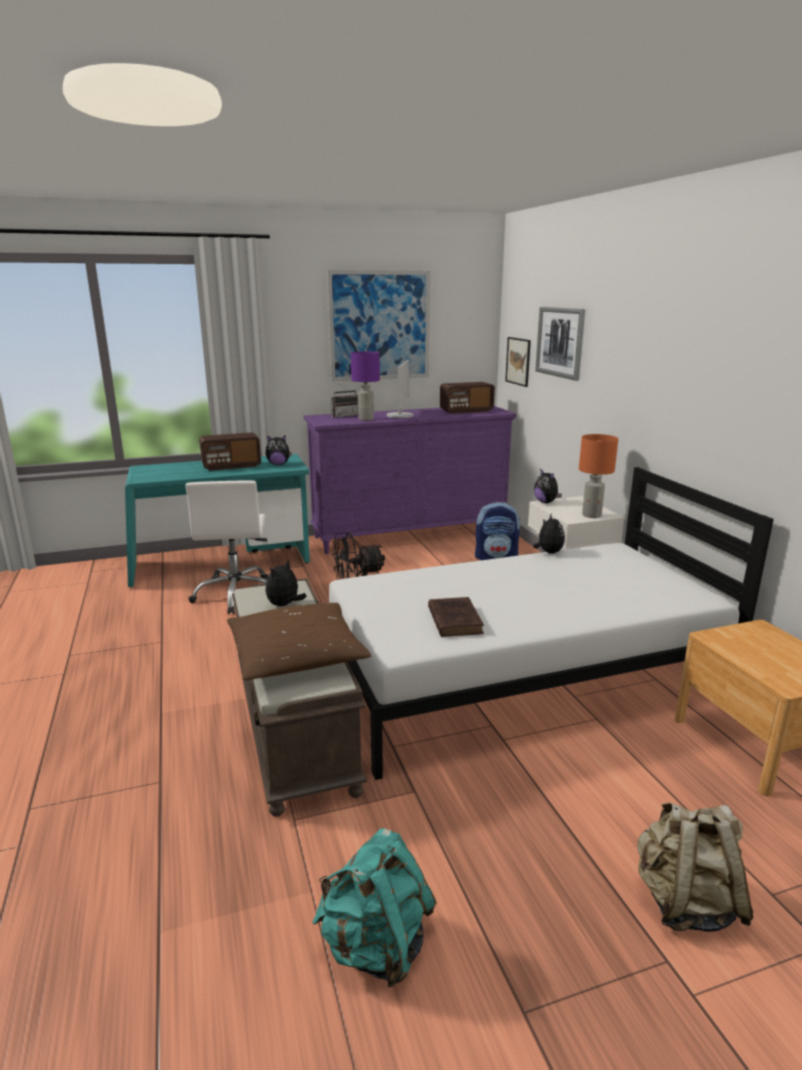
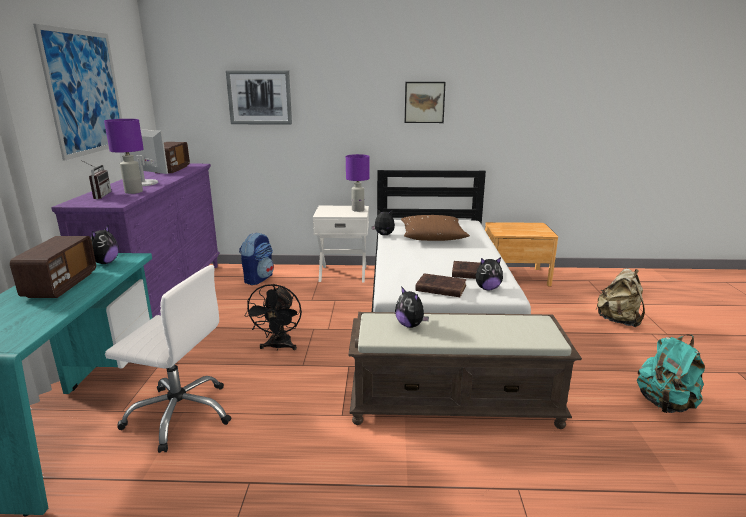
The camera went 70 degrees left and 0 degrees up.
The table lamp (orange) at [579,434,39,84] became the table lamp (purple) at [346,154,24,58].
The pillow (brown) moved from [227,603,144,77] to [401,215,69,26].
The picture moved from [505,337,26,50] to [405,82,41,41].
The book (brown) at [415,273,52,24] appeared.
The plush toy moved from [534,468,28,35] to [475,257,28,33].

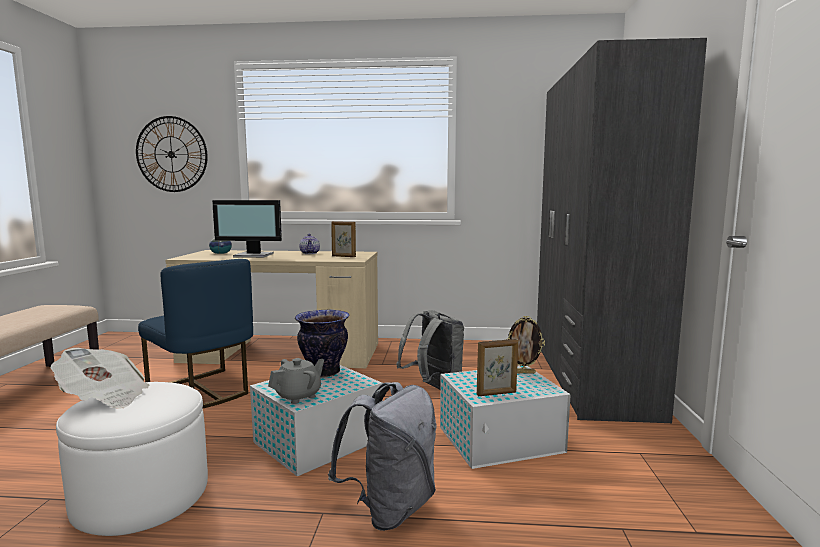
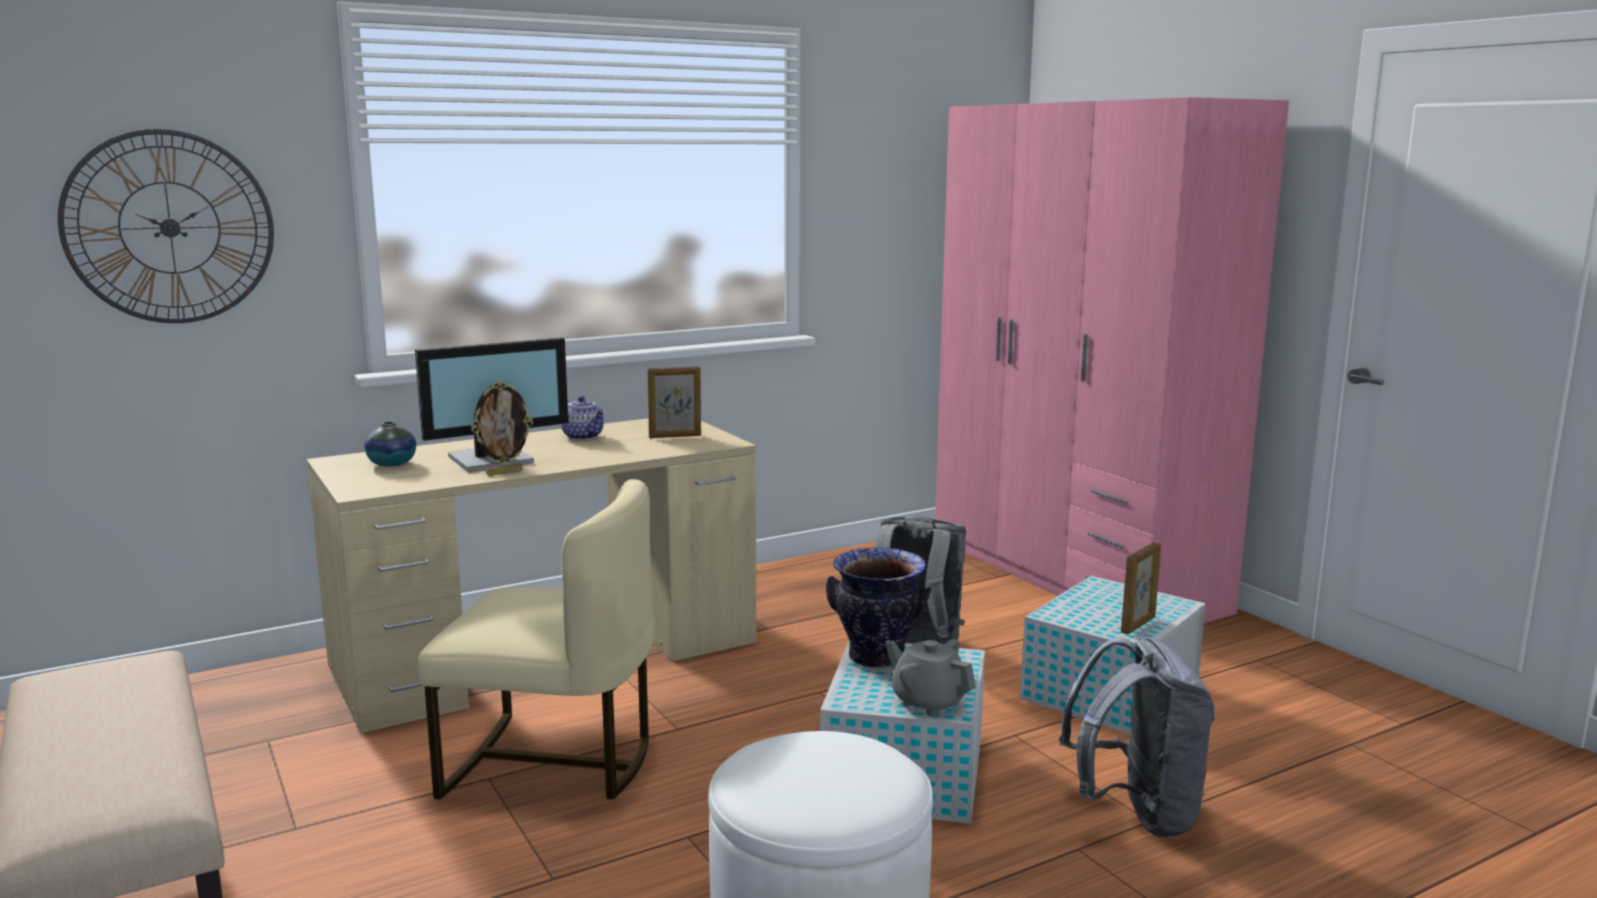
The camera went 35 degrees left and 5 degrees up.
The chair (blue) at [138,259,115,150] became the chair (beige) at [417,479,237,321].
The picture frame moved from [506,316,39,58] to [471,380,62,96].
The teapot (grey) at [268,358,56,46] turned 60 degrees counterclockwise.
The wardrobe (grey) at [537,38,170,385] became the wardrobe (pink) at [935,97,354,526].
The newspaper at [50,348,99,61] disappeared.

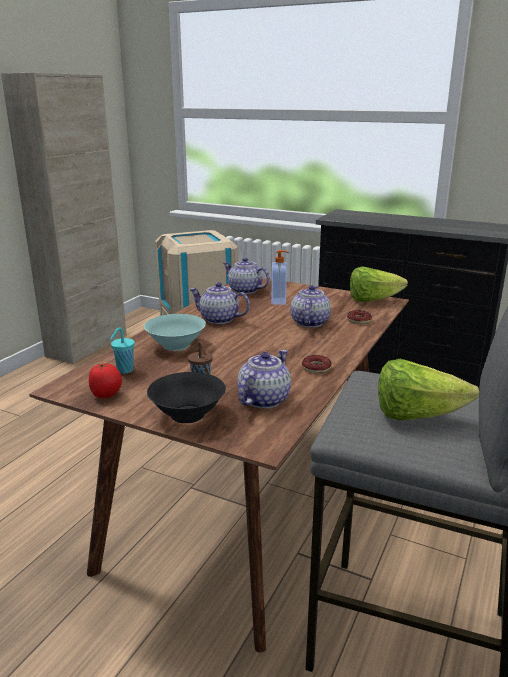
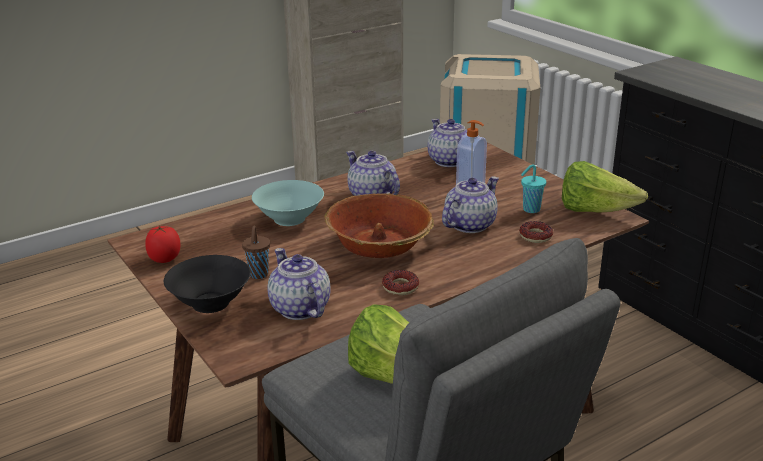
The camera went 30 degrees right and 5 degrees up.
The teapot at [237,350,54,59] turned 90 degrees counterclockwise.
The bowl at [325,193,109,65] appeared.
The cup (turquoise) moved from [110,327,25,47] to [521,164,25,49].

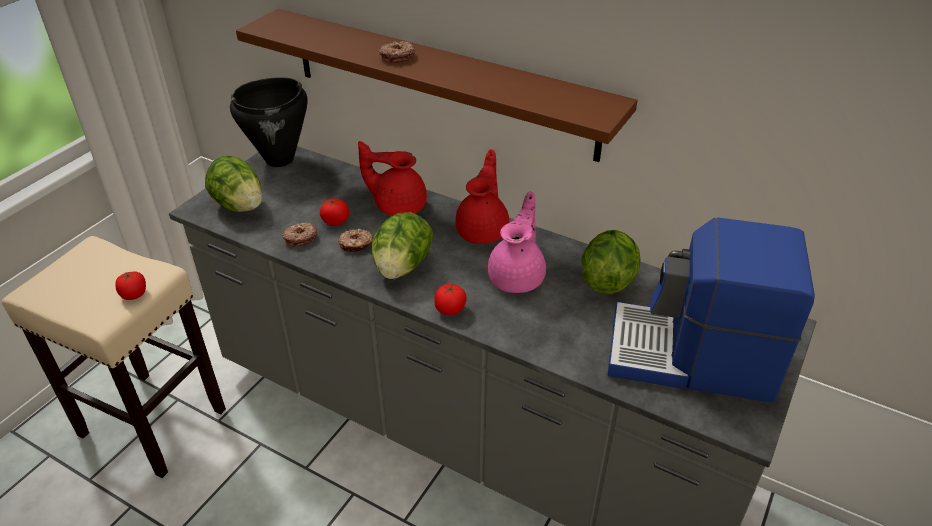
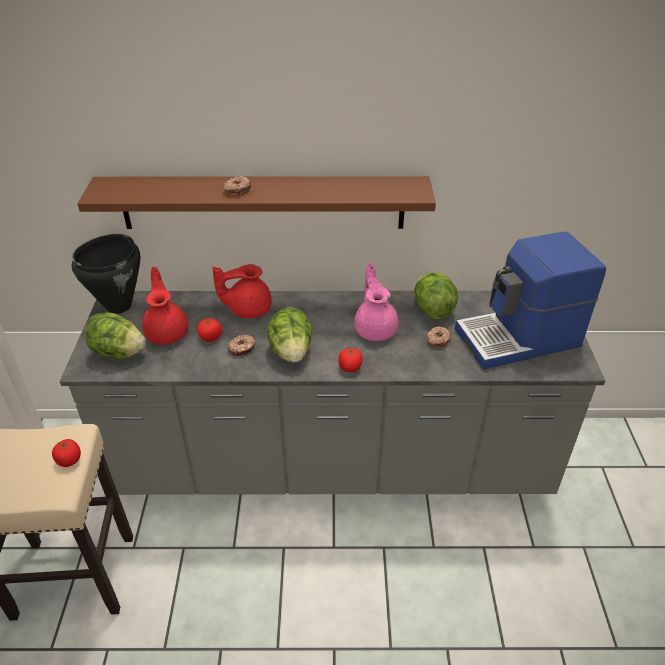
The camera went 30 degrees left and 0 degrees up.
The teapot (red) moved from [455,149,54,95] to [142,267,46,78].
The donut moved from [282,222,35,24] to [427,326,24,22].

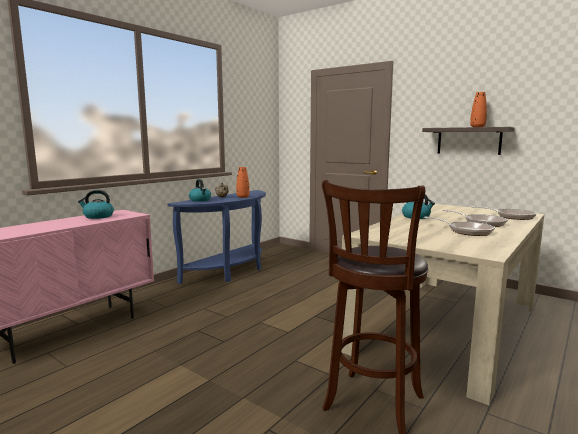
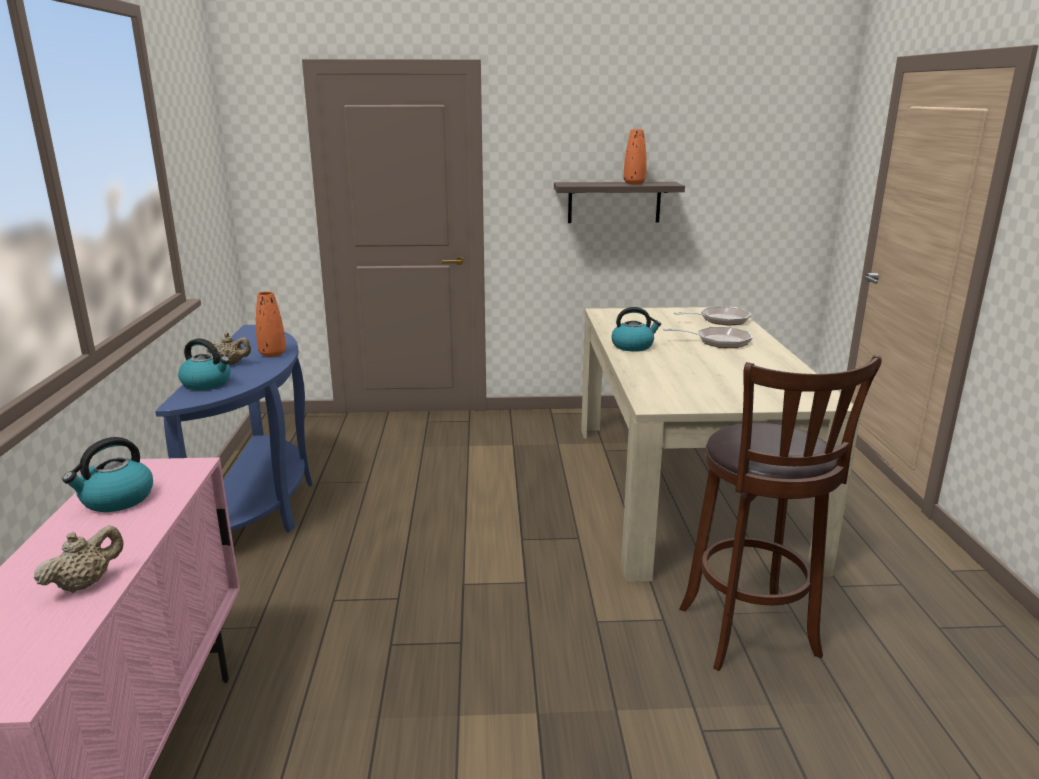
The camera went 40 degrees left and 10 degrees up.
The teapot (beige) at [34,525,89,68] appeared.
The frying pan at [424,216,71,20] disappeared.

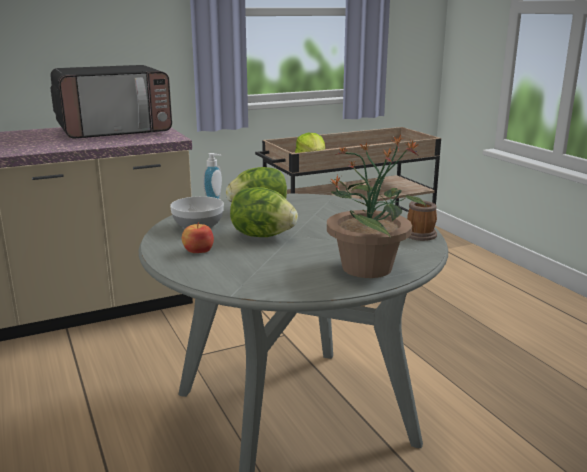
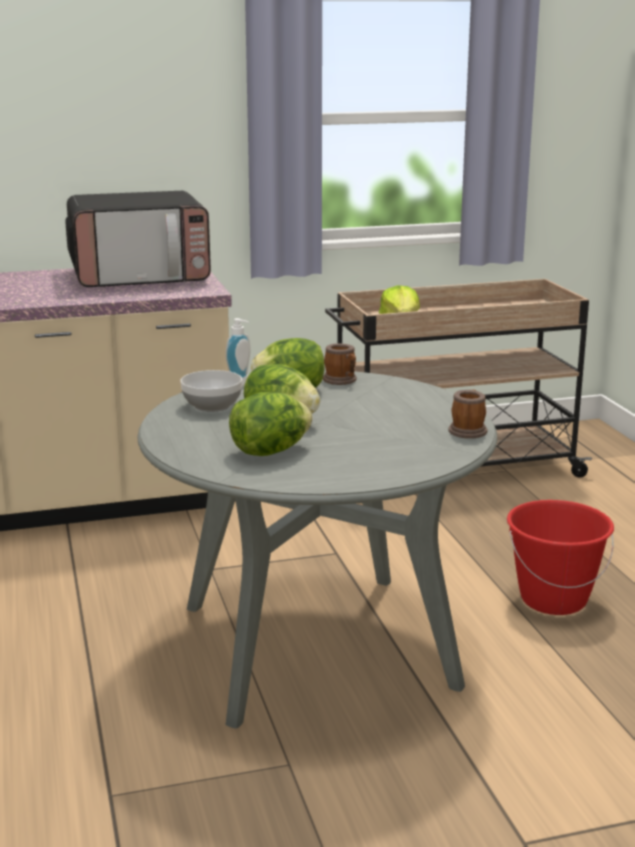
The camera went 10 degrees right and 0 degrees up.
The lettuce at [229,392,83,64] appeared.
The mug at [323,343,34,42] appeared.
The bucket (red) at [507,500,107,115] appeared.
The apple at [182,222,32,31] disappeared.
The potted plant at [327,135,100,143] disappeared.

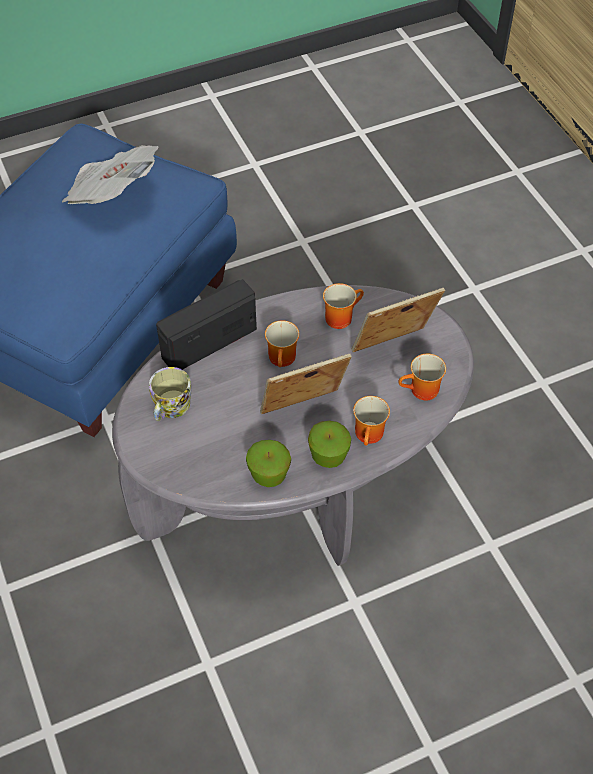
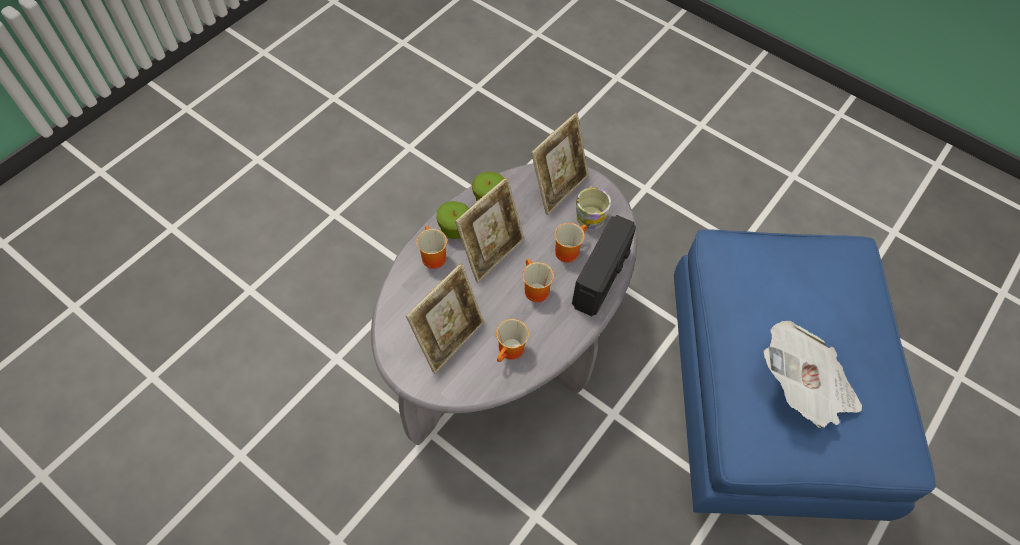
The camera went 150 degrees right and 5 degrees up.
The picture frame at [531,113,58,102] appeared.
The mug moved from [398,354,48,47] to [554,223,33,40].

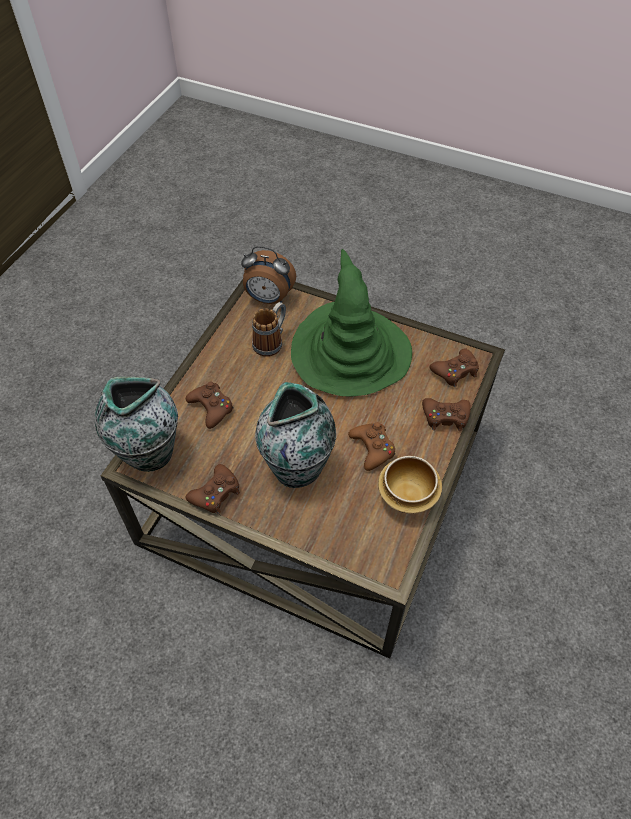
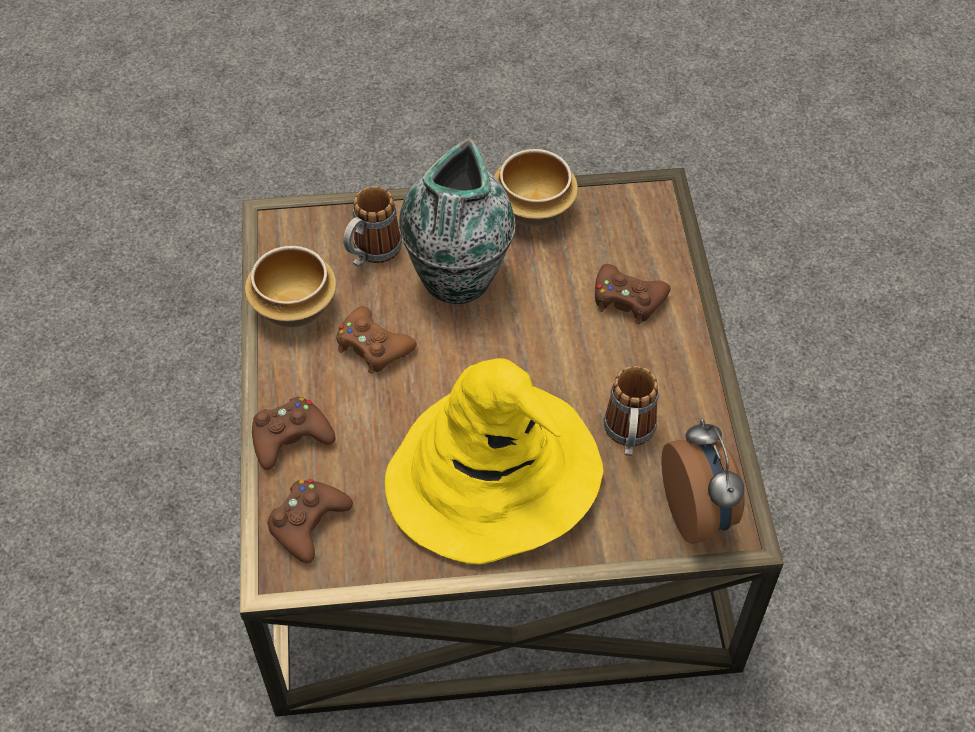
The camera went 150 degrees right and 0 degrees up.
The mug at [343,186,59,81] appeared.
The hat (green) at [291,249,121,147] became the hat (yellow) at [385,358,219,206].
The game controller (brown) at [185,464,55,50] was replaced by the bowl at [494,149,84,77].
The alarm clock at [241,246,55,58] turned 90 degrees clockwise.
The vase at [95,376,83,96] disappeared.

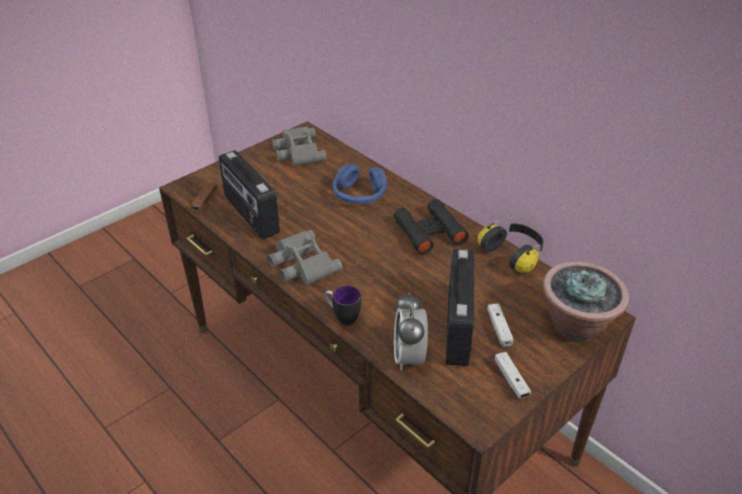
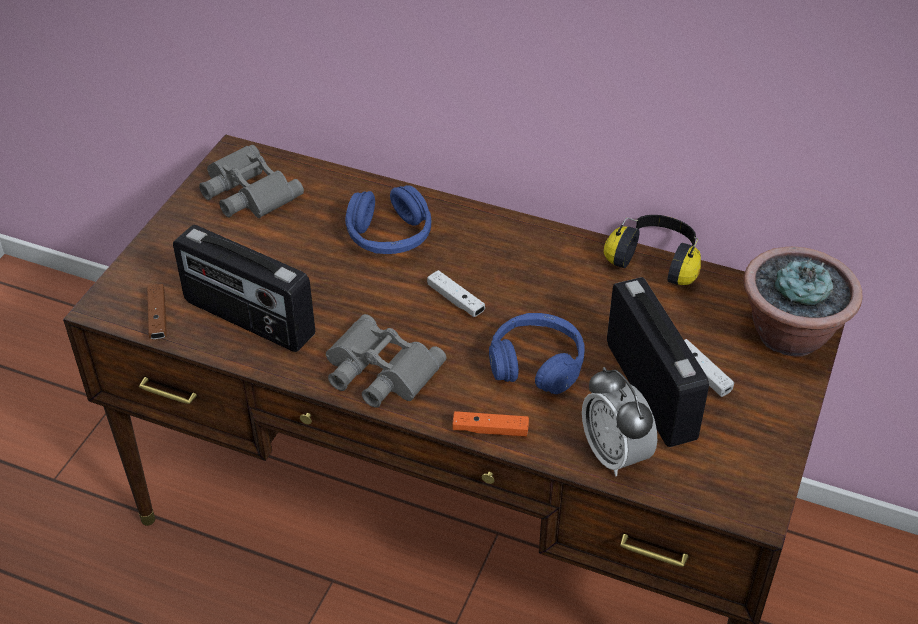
The camera went 25 degrees left and 5 degrees up.
The game controller (white) moved from [494,352,37,47] to [427,270,58,47].
The mug at [324,286,37,39] was replaced by the game controller (orange) at [452,411,77,26].
The headphones (blue) at [489,313,96,81] appeared.
The binoculars (black) at [394,199,74,56] disappeared.

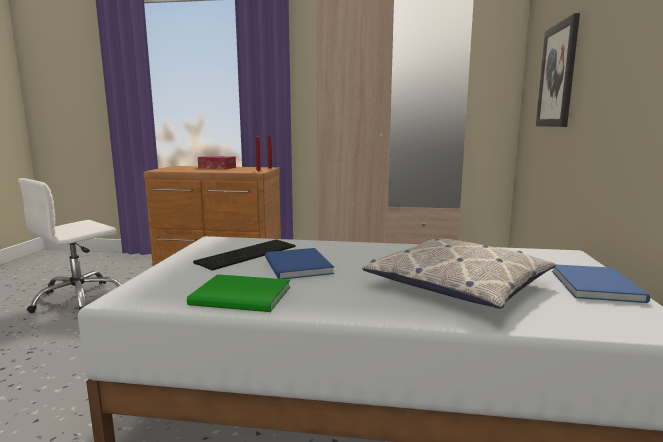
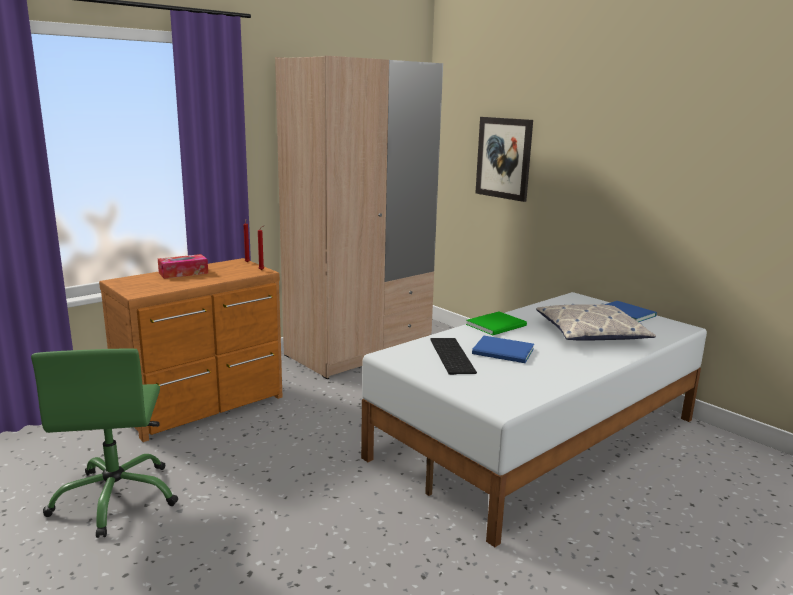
The camera went 50 degrees left and 5 degrees up.
The office chair (white) at [18,178,104,135] became the office chair (green) at [31,349,147,189].
The book (green) moved from [187,274,103,38] to [466,311,61,24].

